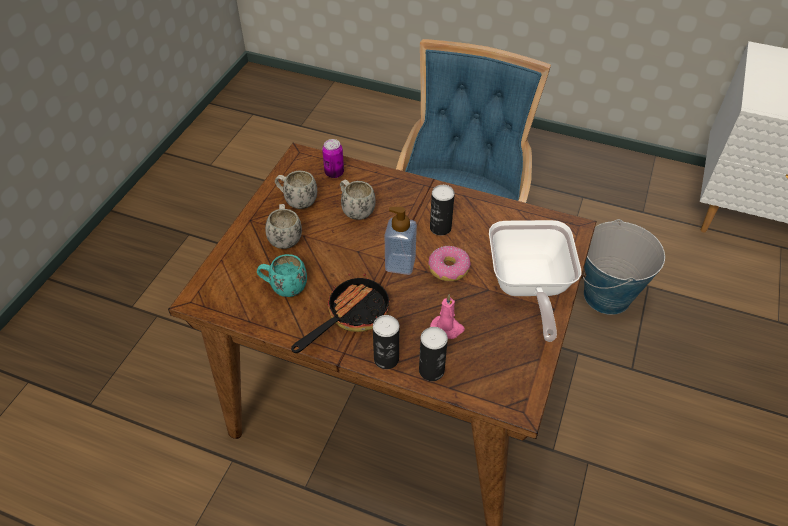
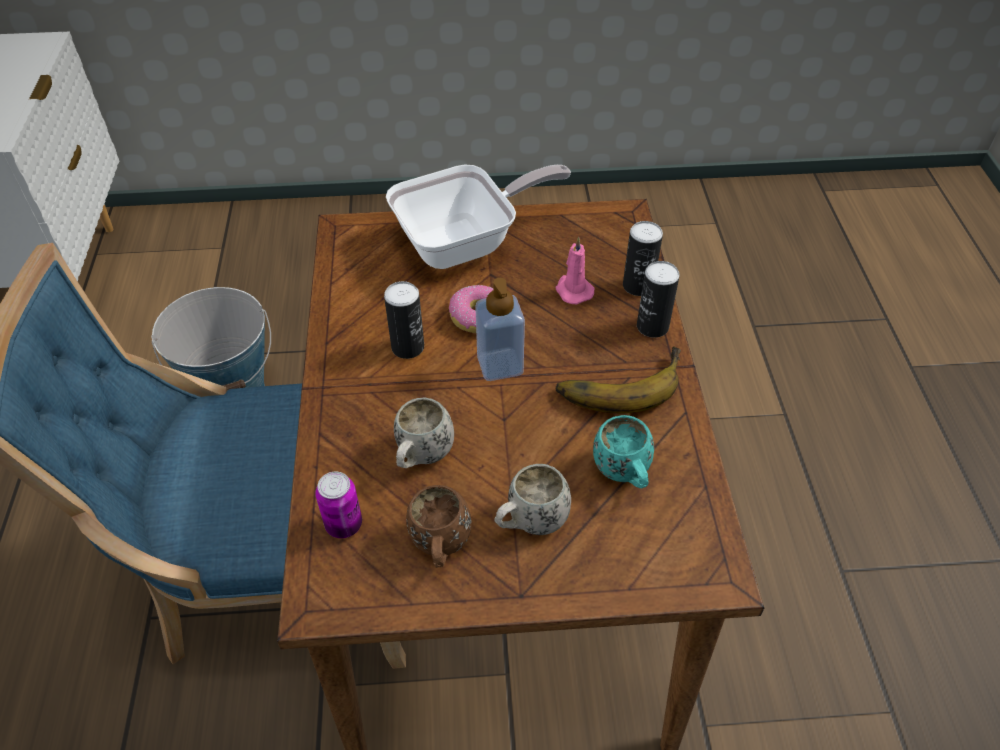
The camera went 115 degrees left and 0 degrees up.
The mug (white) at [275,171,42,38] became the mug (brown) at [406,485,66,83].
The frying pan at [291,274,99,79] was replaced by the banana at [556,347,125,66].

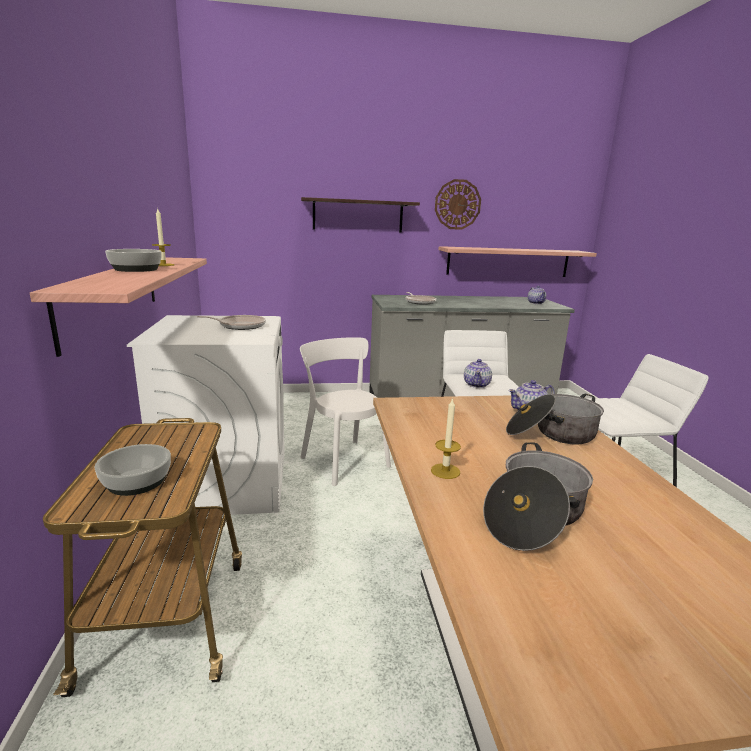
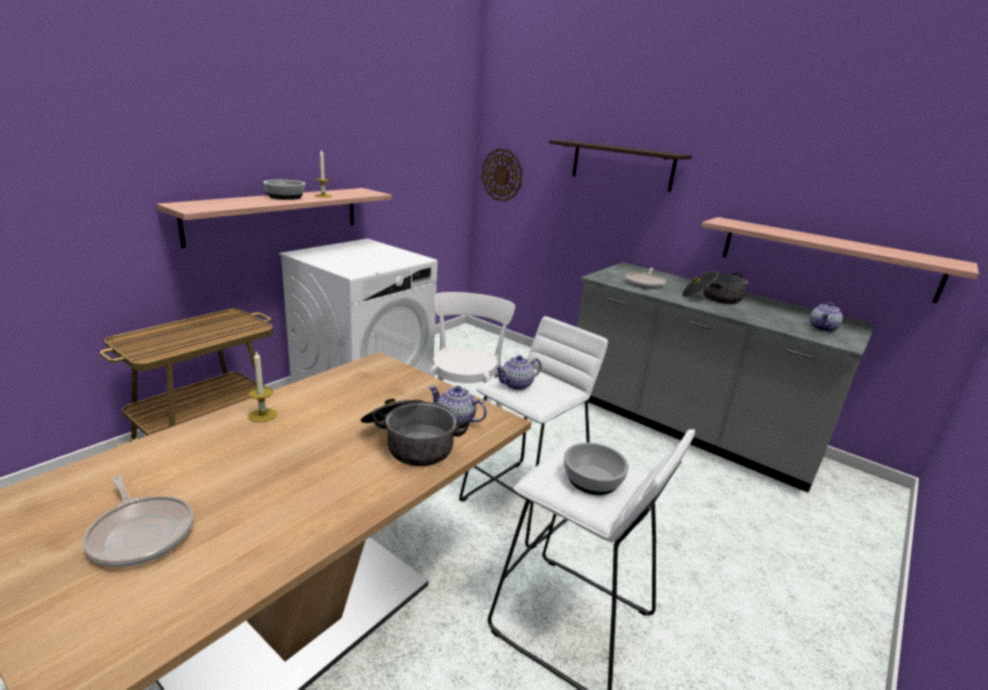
The camera went 45 degrees right and 5 degrees up.
The frying pan moved from [197,315,69,15] to [83,476,110,91].
The wall clock moved from [435,179,46,51] to [482,148,41,54].
The bowl moved from [94,444,77,52] to [564,442,65,53].
The cooking pot moved from [483,442,110,109] to [682,271,67,33].

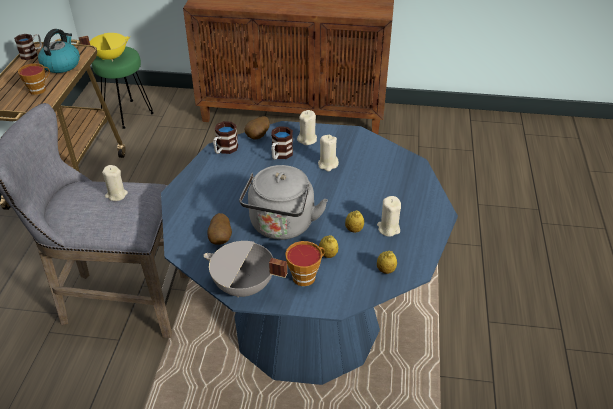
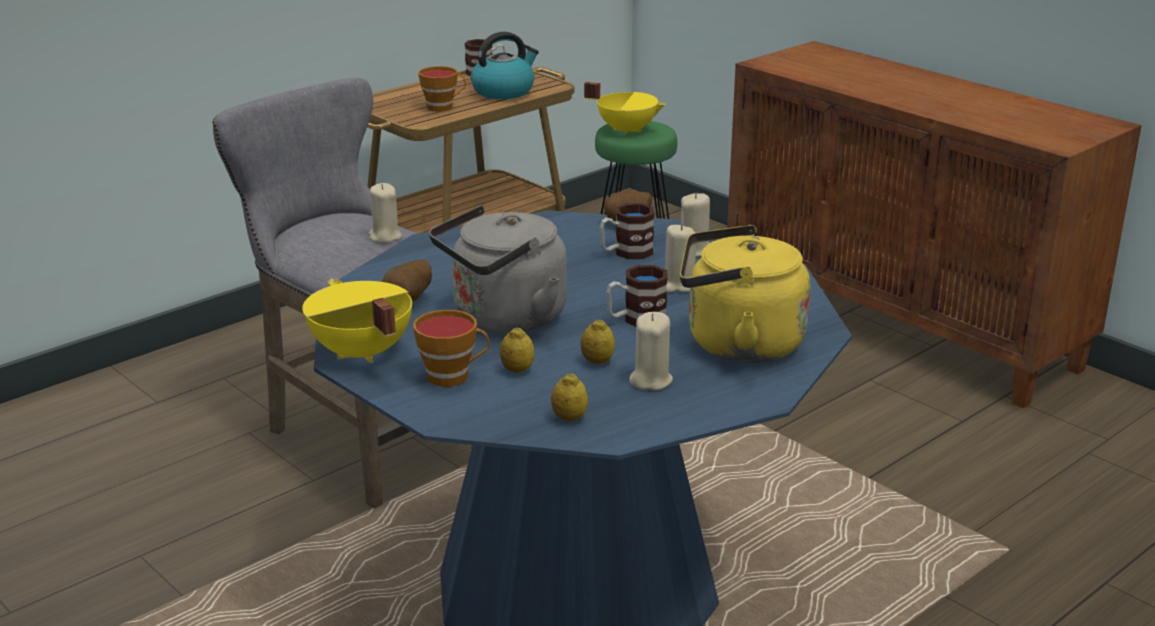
The camera went 40 degrees right and 15 degrees down.
The cooking pot (grey) at [204,241,83,56] became the cooking pot (yellow) at [302,279,110,84].
The mug moved from [213,121,25,33] to [606,265,62,62].
The kettle (yellow) at [680,225,130,138] appeared.

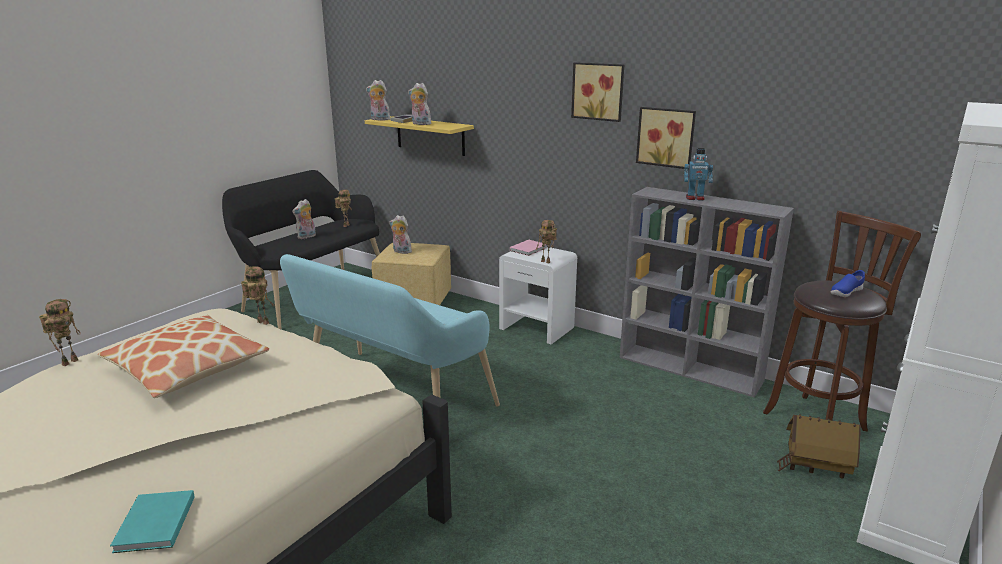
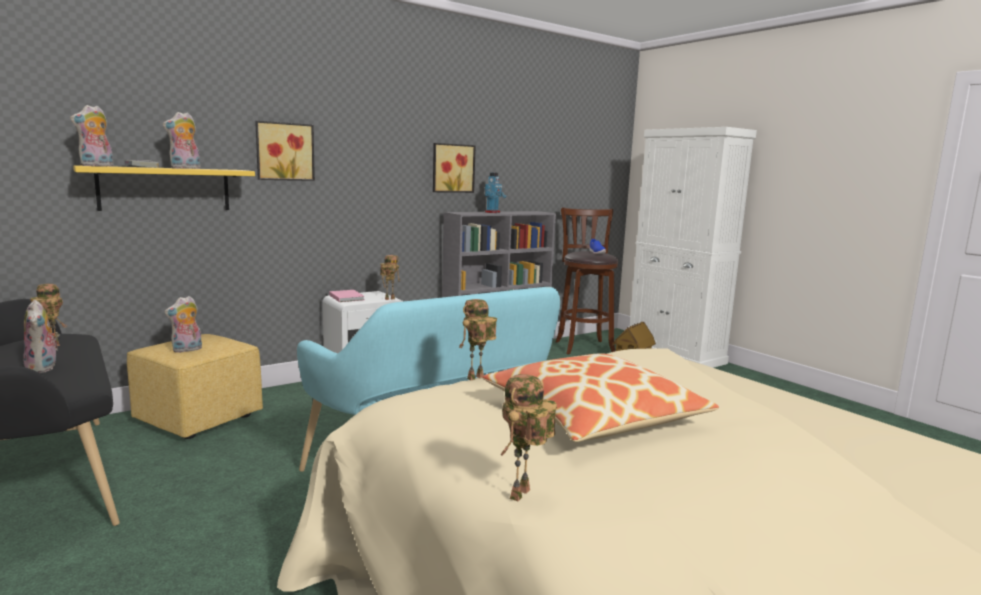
The camera went 70 degrees left and 10 degrees down.
The picture moved from [571,62,53,60] to [255,121,60,60].
The toy robot at [39,299,42,67] turned 105 degrees counterclockwise.
The book (turquoise) at [110,490,85,63] disappeared.

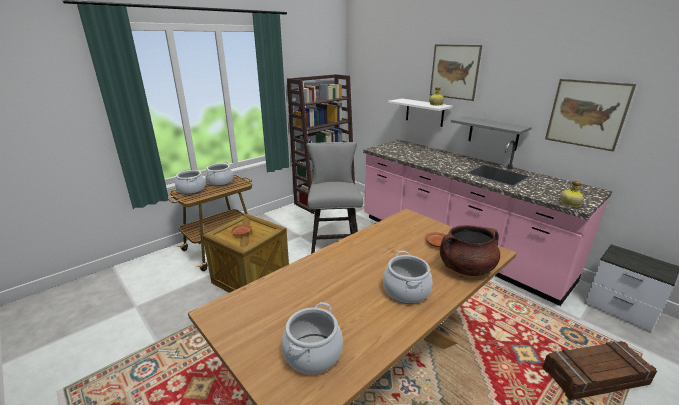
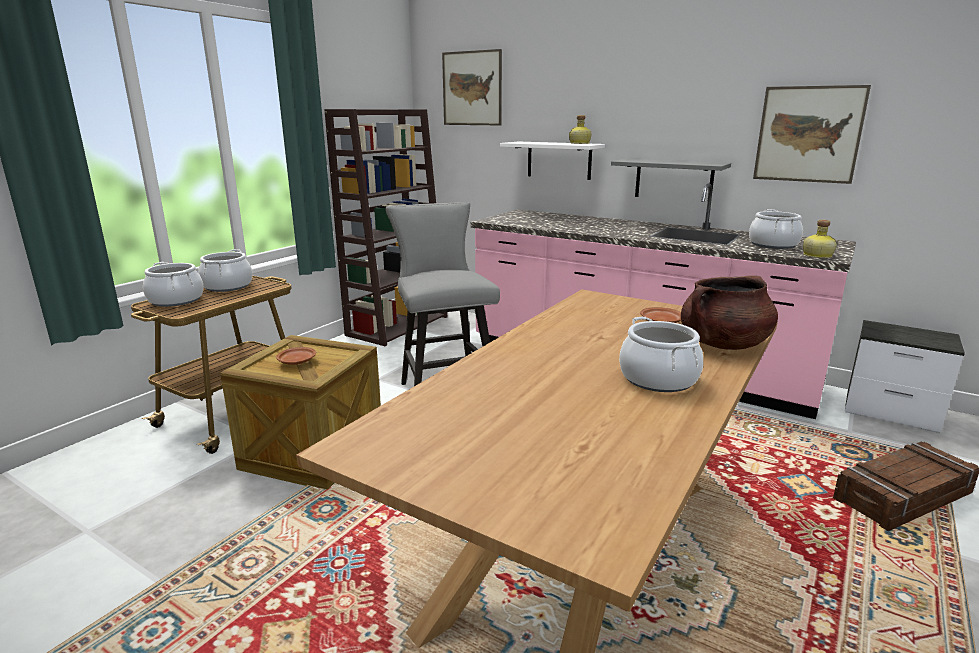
The camera went 15 degrees left and 5 degrees down.
The picture moved from [430,44,52,57] to [442,49,60,76].
The cooking pot moved from [282,302,61,72] to [749,209,54,40].

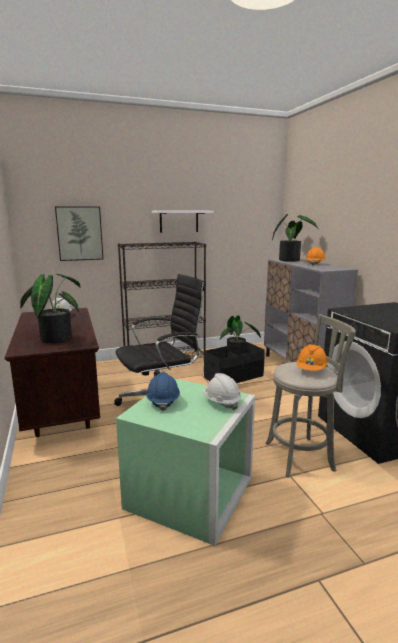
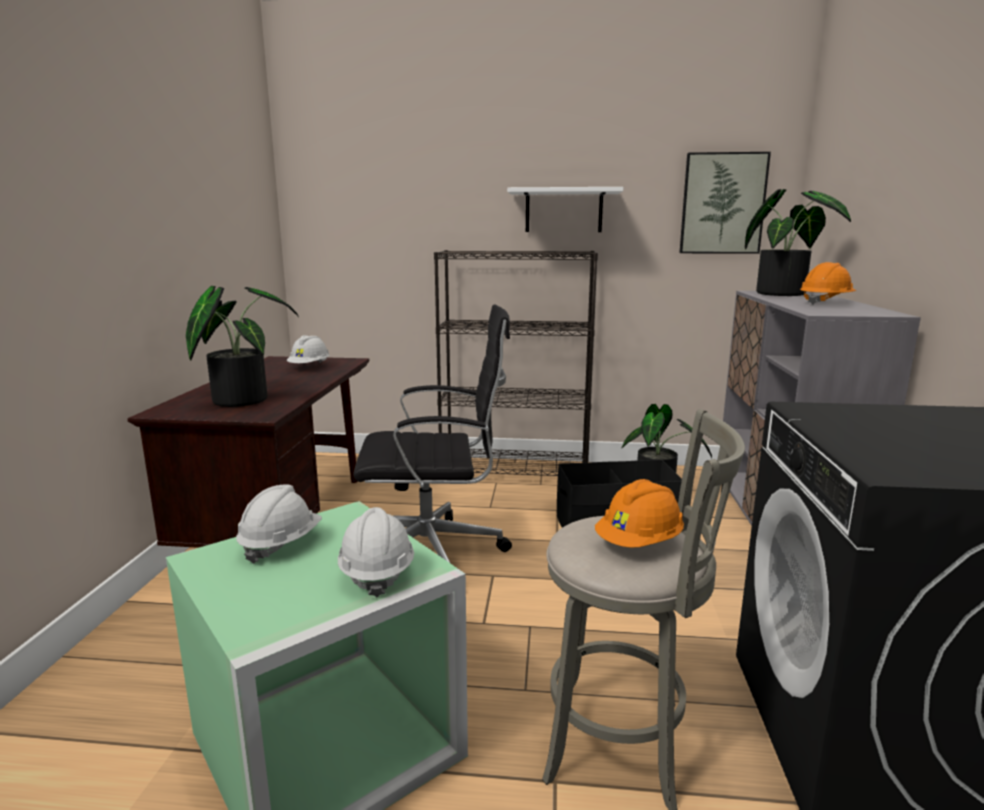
The camera went 25 degrees right and 0 degrees up.
The hard hat (blue) at [146,372,34,39] became the hard hat (white) at [236,485,86,79].
The picture moved from [55,206,48,55] to [679,152,92,102].

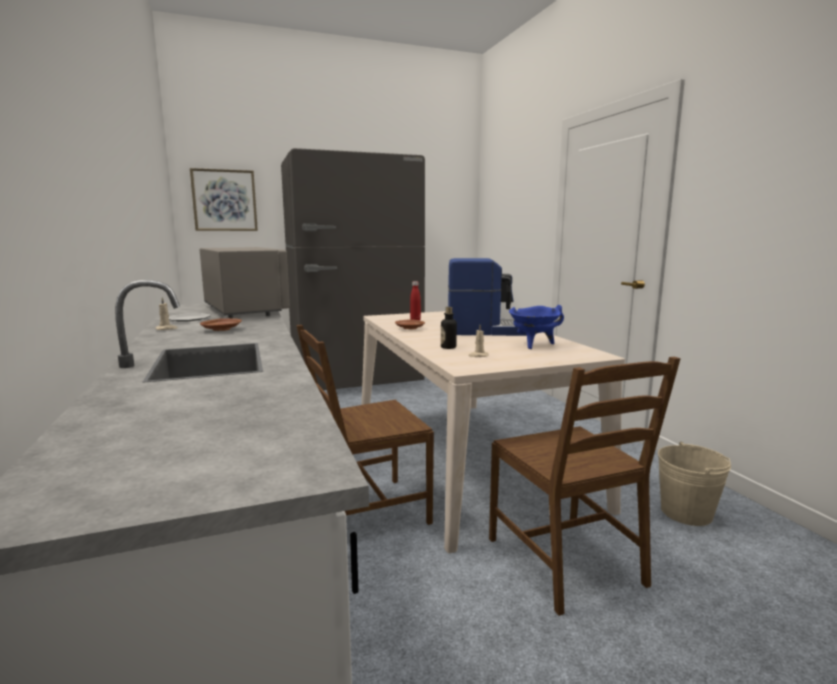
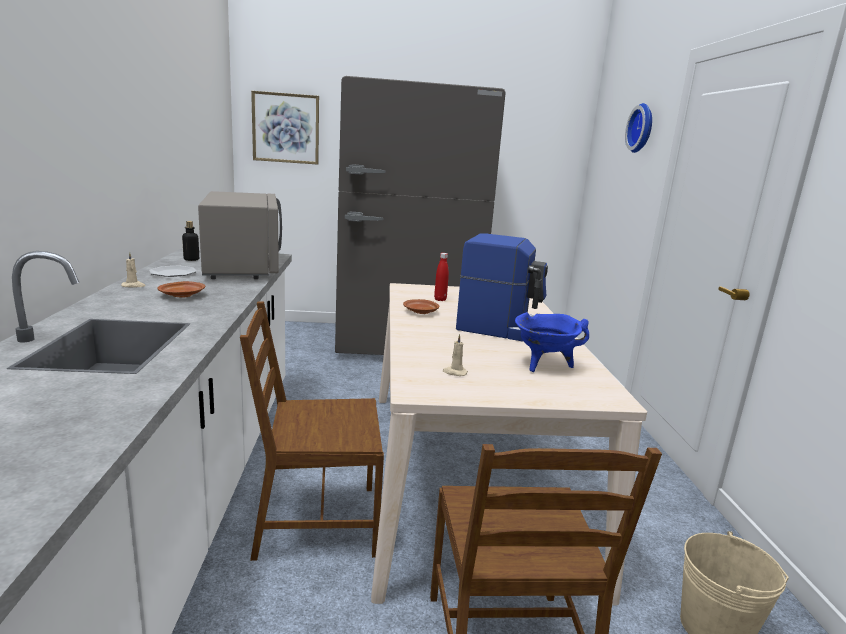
The camera went 15 degrees right and 5 degrees up.
The bottle moved from [441,307,16,42] to [182,221,17,40].
The wall clock at [625,103,27,50] appeared.

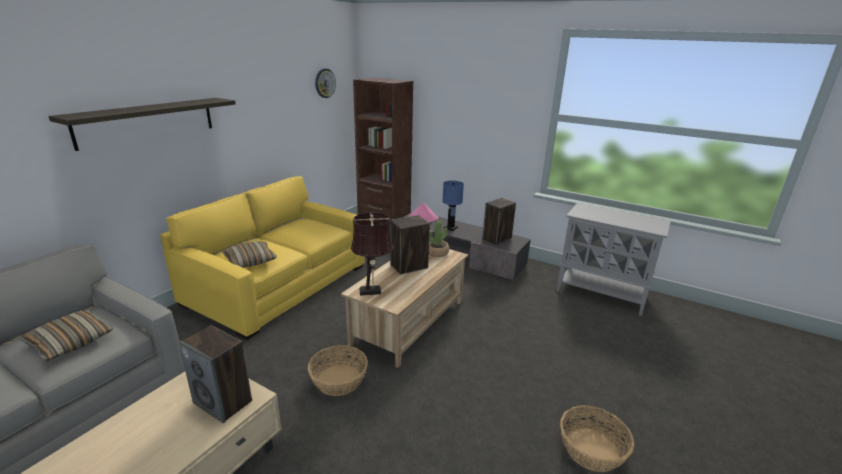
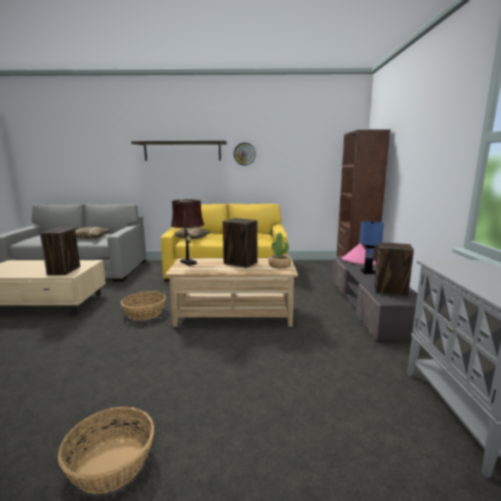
The camera went 60 degrees right and 10 degrees down.
The wall clock moved from [315,69,21,29] to [234,143,22,23].

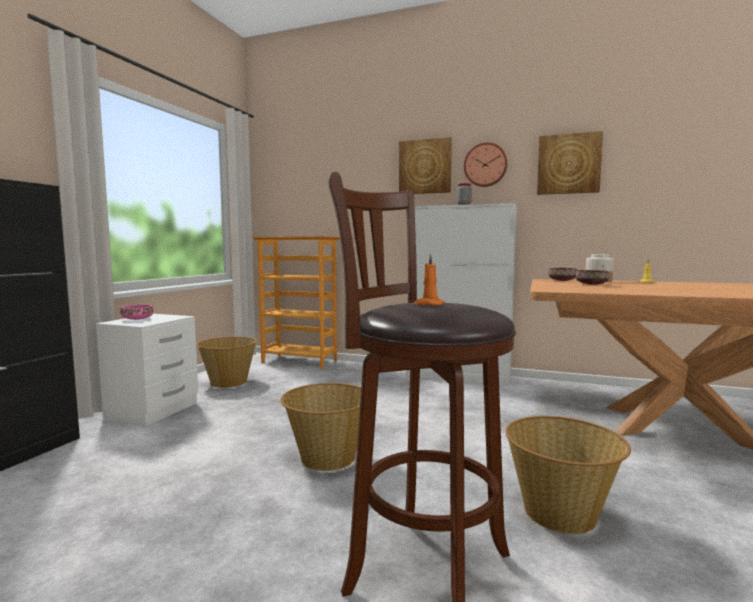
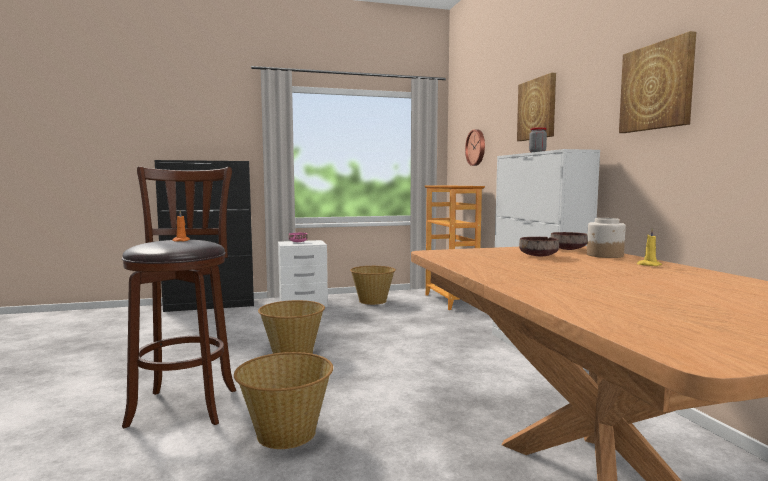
The camera went 55 degrees right and 0 degrees up.
The wall clock moved from [464,142,44,45] to [465,129,20,37].

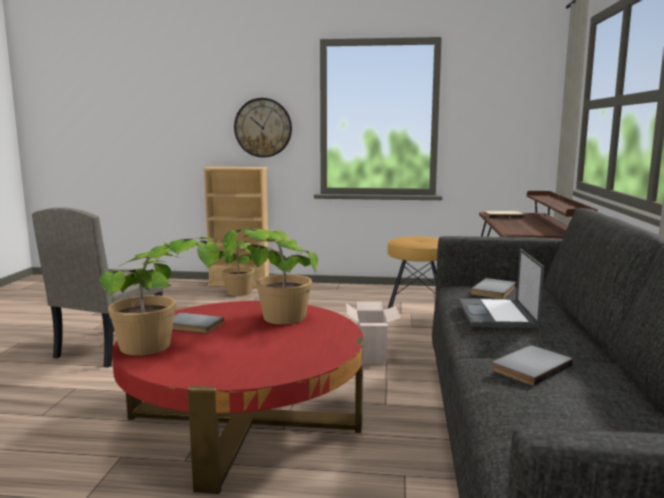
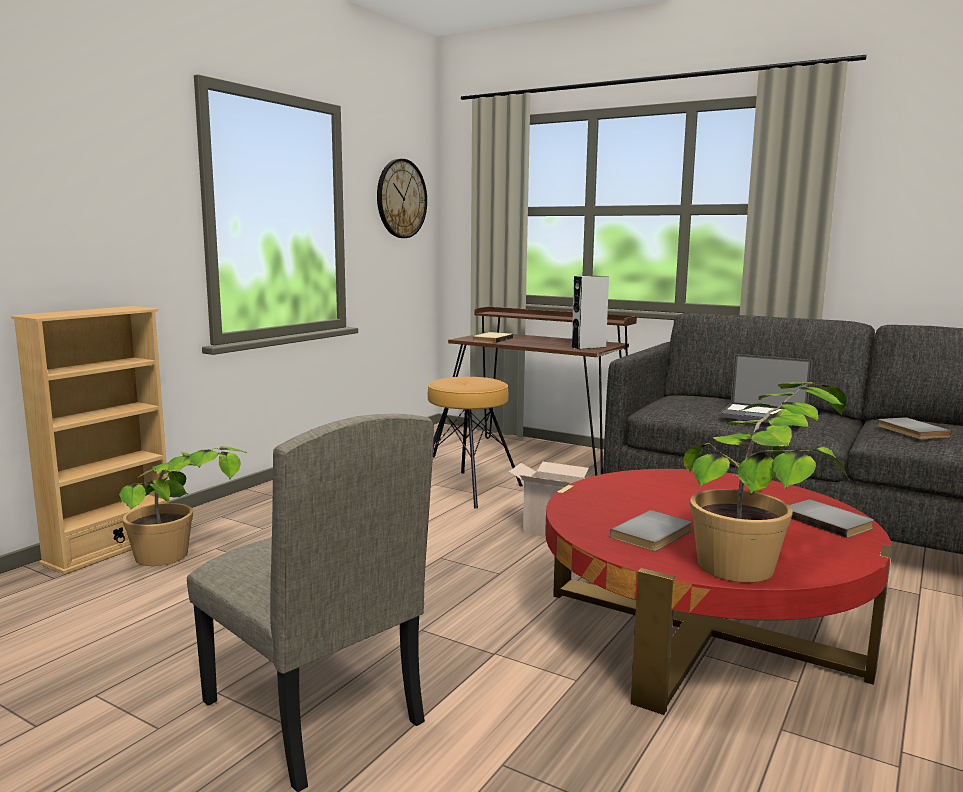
The camera went 65 degrees left and 0 degrees up.
The wall clock moved from [234,98,58,60] to [377,159,50,79].
The speaker (grey) at [572,276,37,74] appeared.
The book (grey) moved from [471,278,45,21] to [789,499,85,39].
The potted plant at [223,227,95,98] disappeared.

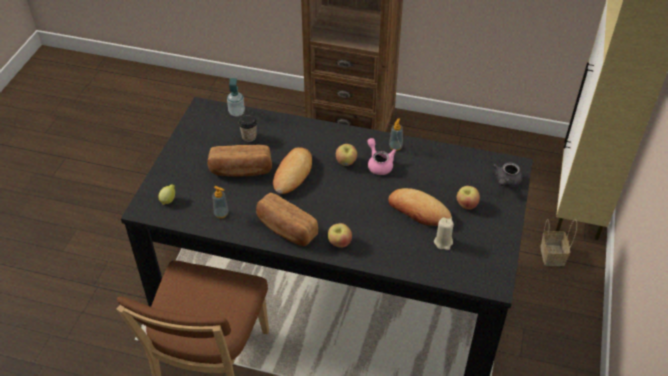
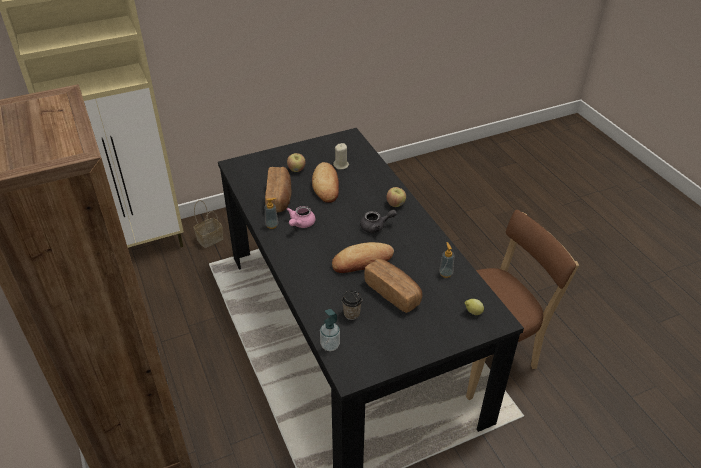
The camera went 130 degrees left and 5 degrees down.
The bread moved from [256,193,62,53] to [265,167,27,45].
The teapot (grey) moved from [492,162,31,25] to [360,209,37,24].
The apple at [336,144,21,22] disappeared.

